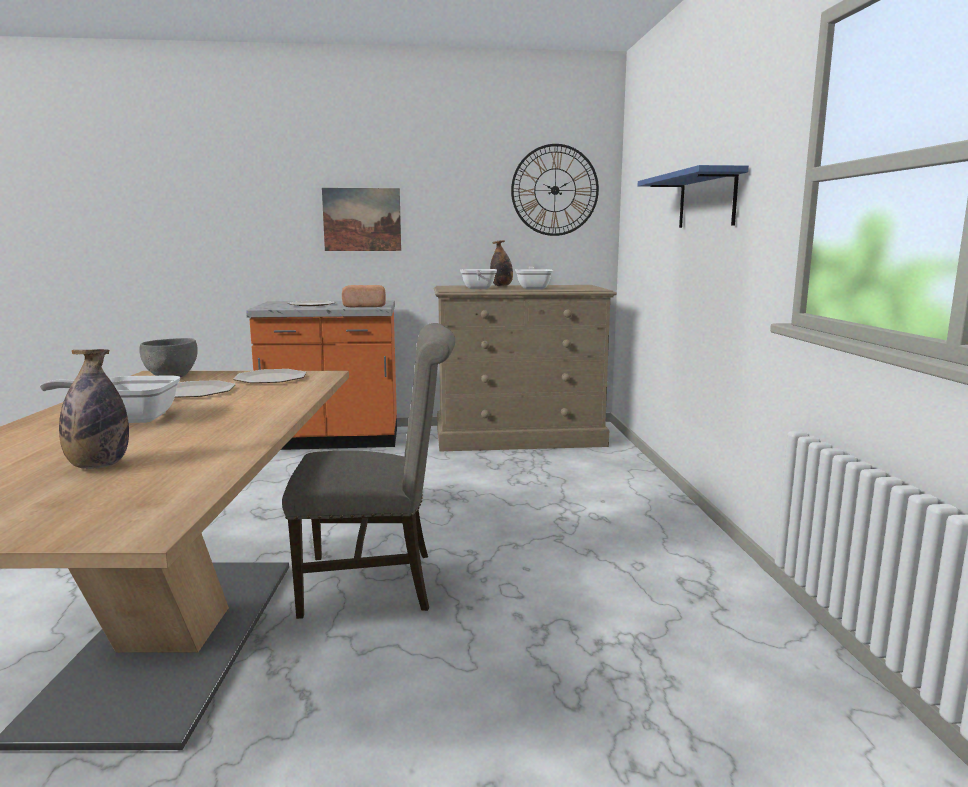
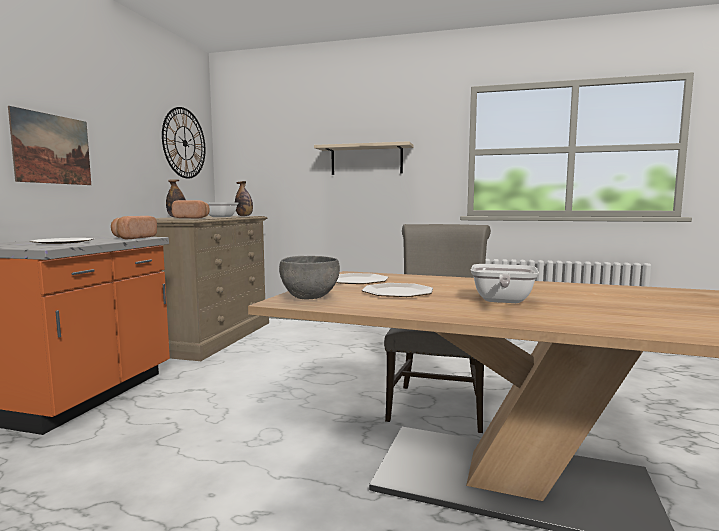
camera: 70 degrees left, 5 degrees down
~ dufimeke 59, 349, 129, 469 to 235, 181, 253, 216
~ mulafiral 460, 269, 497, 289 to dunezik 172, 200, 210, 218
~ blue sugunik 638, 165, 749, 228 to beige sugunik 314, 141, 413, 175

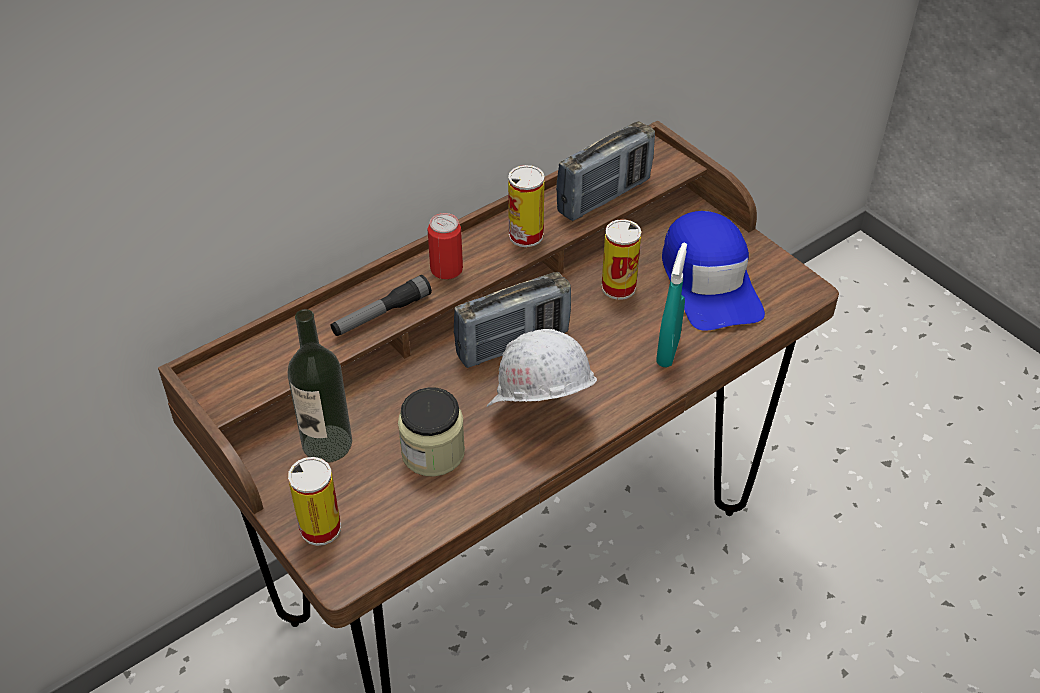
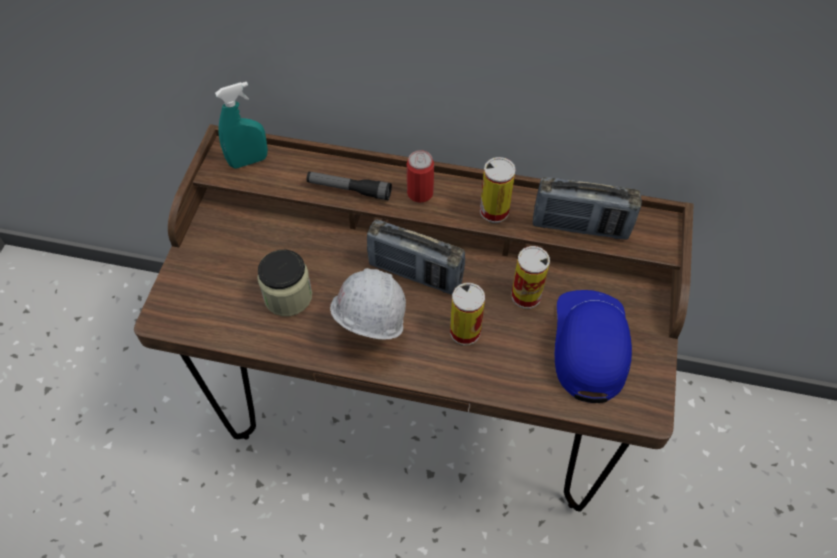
camera: 50 degrees right, 10 degrees up
- dufimeke 288, 309, 352, 463
~ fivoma 288, 457, 341, 546 to 450, 283, 485, 345
~ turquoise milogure 656, 243, 687, 367 to 215, 82, 268, 168
~ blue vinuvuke 662, 211, 765, 331 = 555, 290, 632, 403 150 degrees clockwise

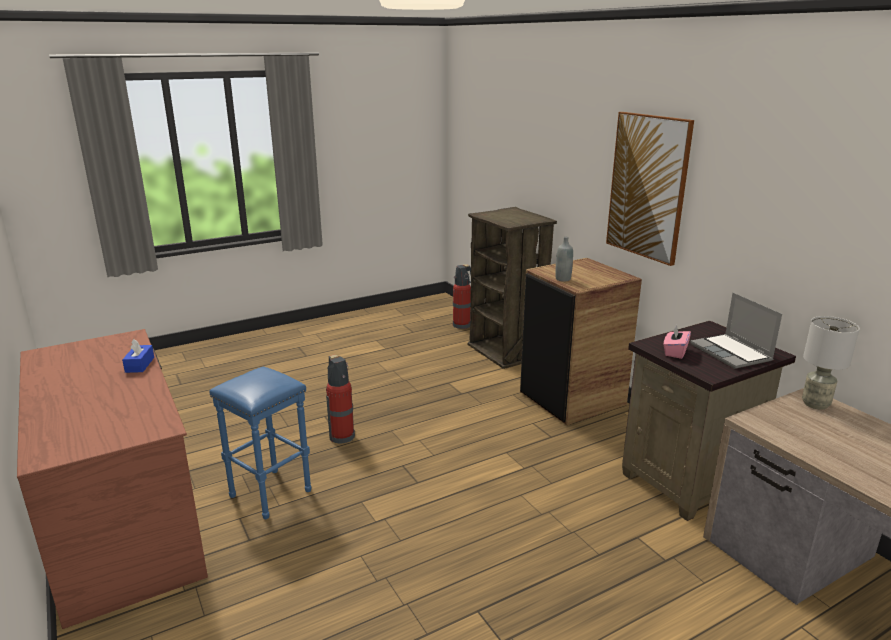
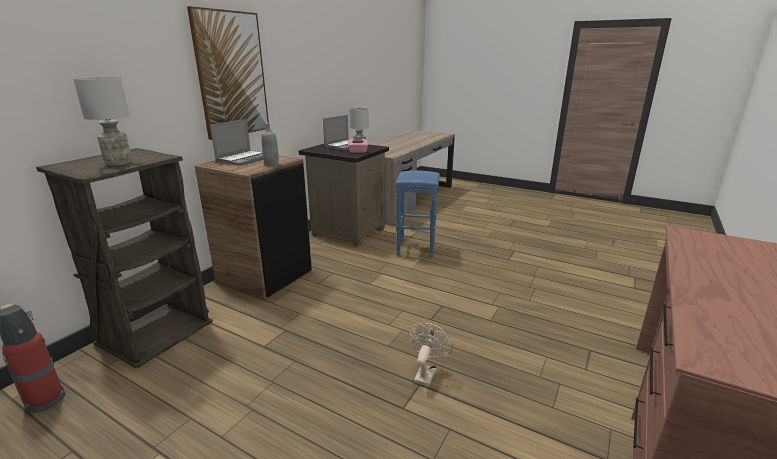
camera: 120 degrees left, 0 degrees up
- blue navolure 122, 339, 154, 373
+ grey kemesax 73, 77, 132, 165
+ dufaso 210, 119, 264, 166
~ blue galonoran 209, 367, 311, 519 to 395, 171, 440, 258
~ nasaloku 326, 355, 355, 443 to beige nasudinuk 408, 323, 453, 387

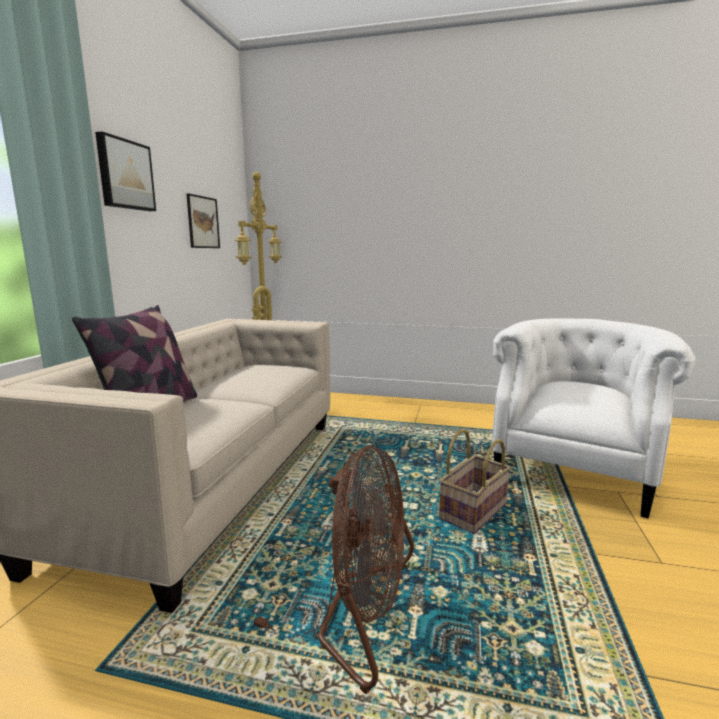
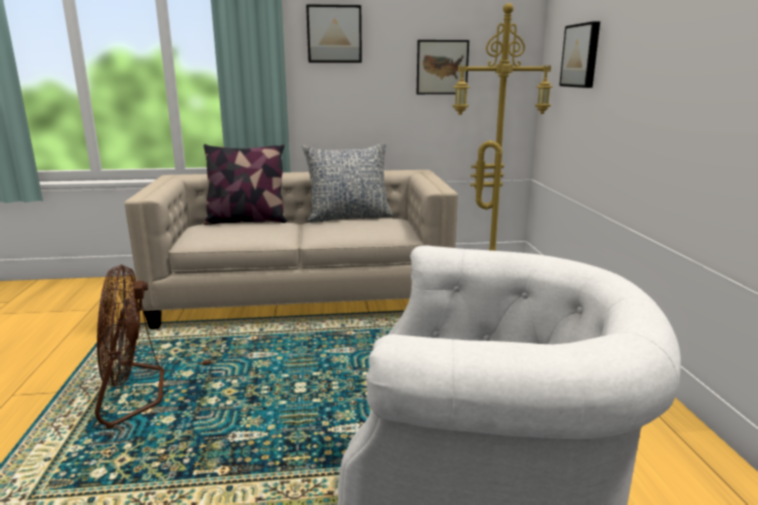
camera: 70 degrees right, 5 degrees up
- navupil 439, 429, 511, 534
+ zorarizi 302, 143, 393, 223
+ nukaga 559, 21, 600, 88
~ brown nasudinuk 253, 446, 414, 694 = 95, 265, 212, 429 75 degrees clockwise

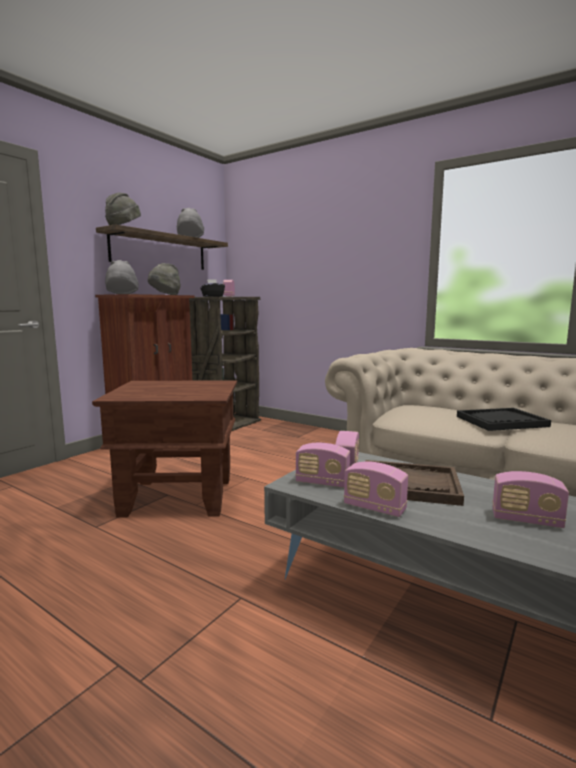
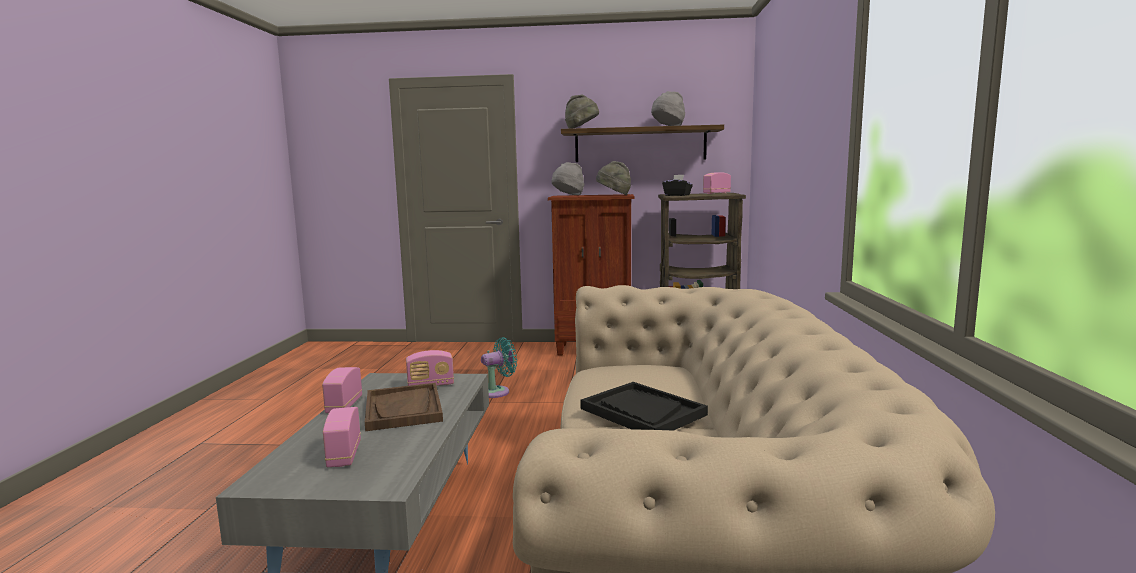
camera: 60 degrees right, 0 degrees up
- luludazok 295, 443, 350, 488
~ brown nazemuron 92, 380, 237, 518 to turquoise nasudinuk 481, 337, 517, 398

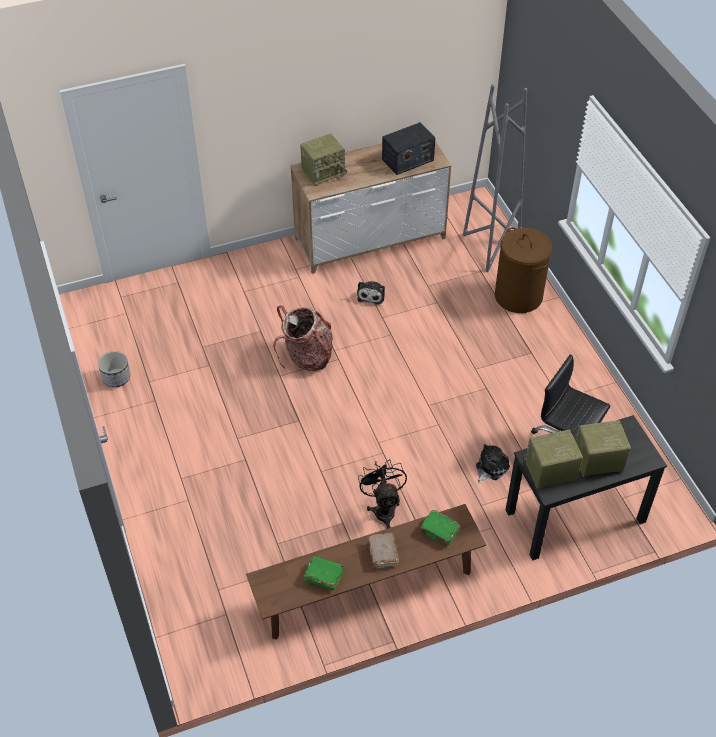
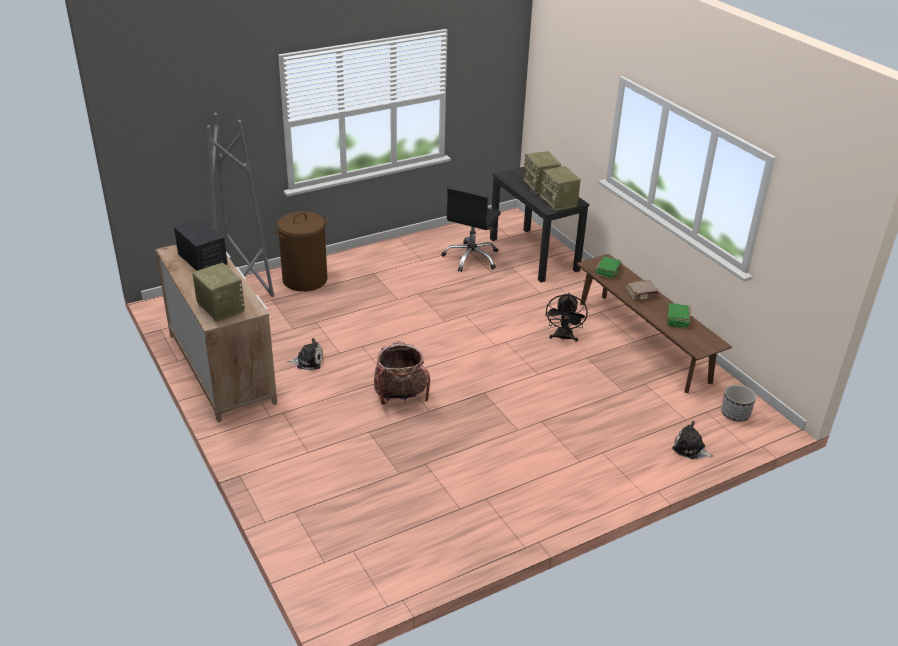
camera: 100 degrees left, 15 degrees down
~ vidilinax 98, 351, 130, 387 to 721, 385, 756, 422
~ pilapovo 476, 444, 510, 483 to 672, 421, 714, 459
~ black nasudinuk 358, 459, 407, 529 = 545, 293, 587, 342 60 degrees counterclockwise

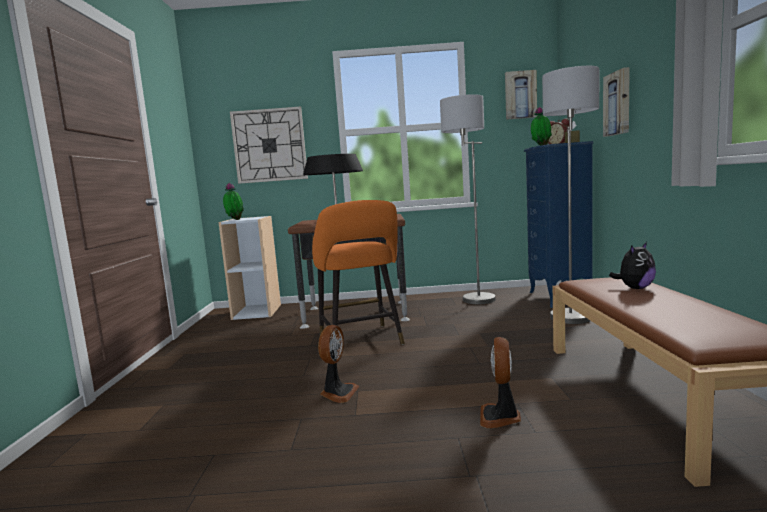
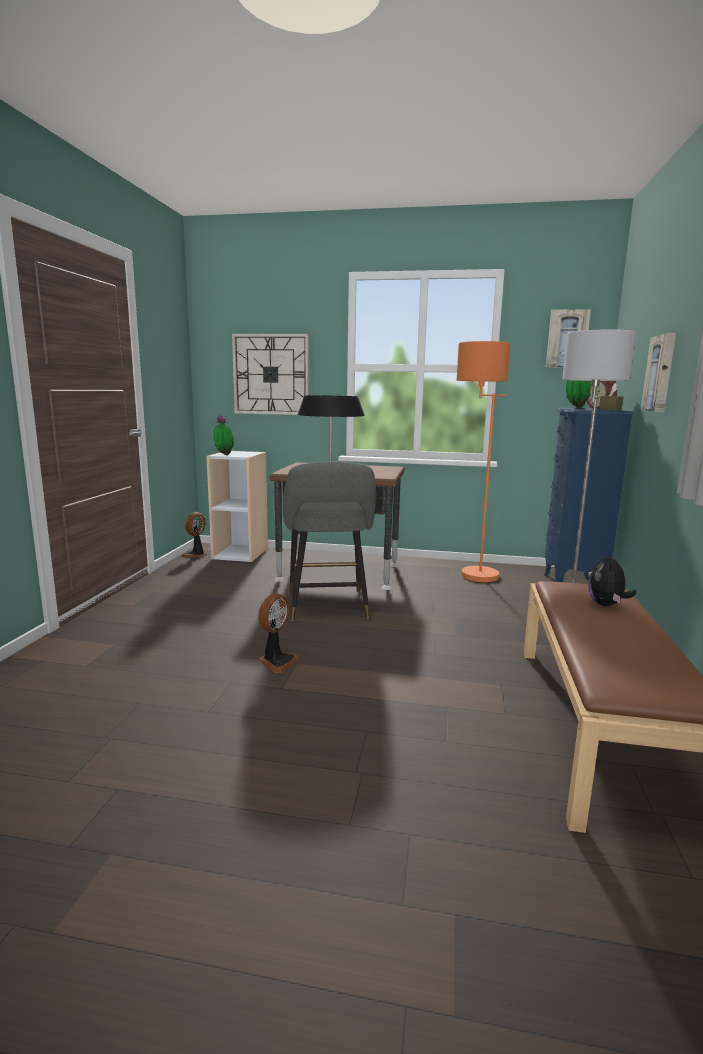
camera: 10 degrees right, 5 degrees up
~ nasudinuk 480, 337, 521, 428 to 181, 512, 207, 557
~ orange galonoran 312, 200, 405, 345 to grey galonoran 283, 462, 376, 621
~ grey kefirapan 440, 94, 495, 304 to orange kefirapan 457, 341, 510, 582
~ pilapovo 609, 242, 656, 289 = 588, 552, 636, 606 135 degrees clockwise

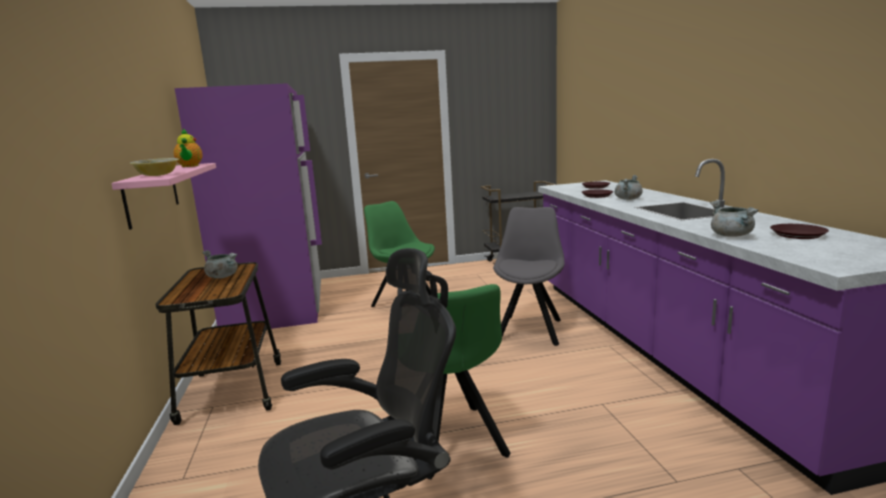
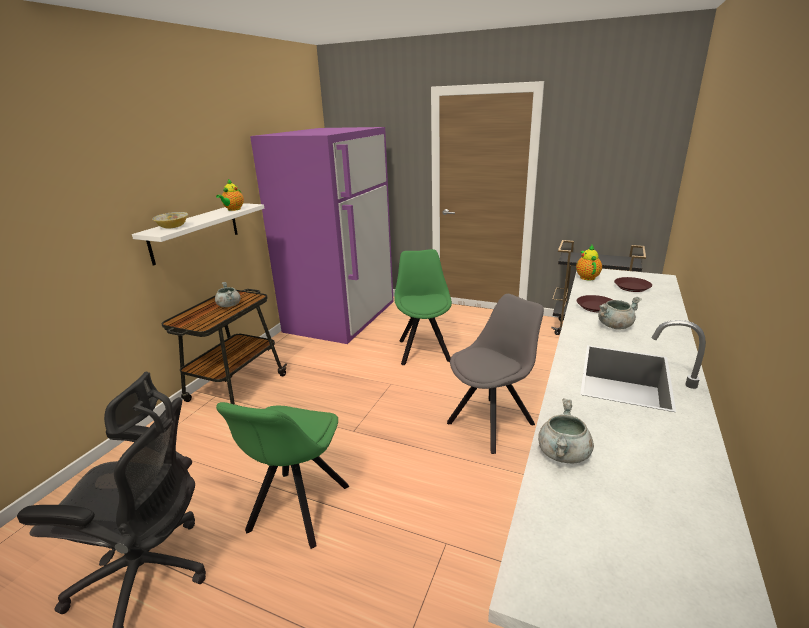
camera: 35 degrees right, 10 degrees up
- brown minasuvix 770, 224, 829, 239
+ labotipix 576, 245, 602, 280
~ pink sugunik 111, 163, 216, 230 to white sugunik 132, 203, 264, 266

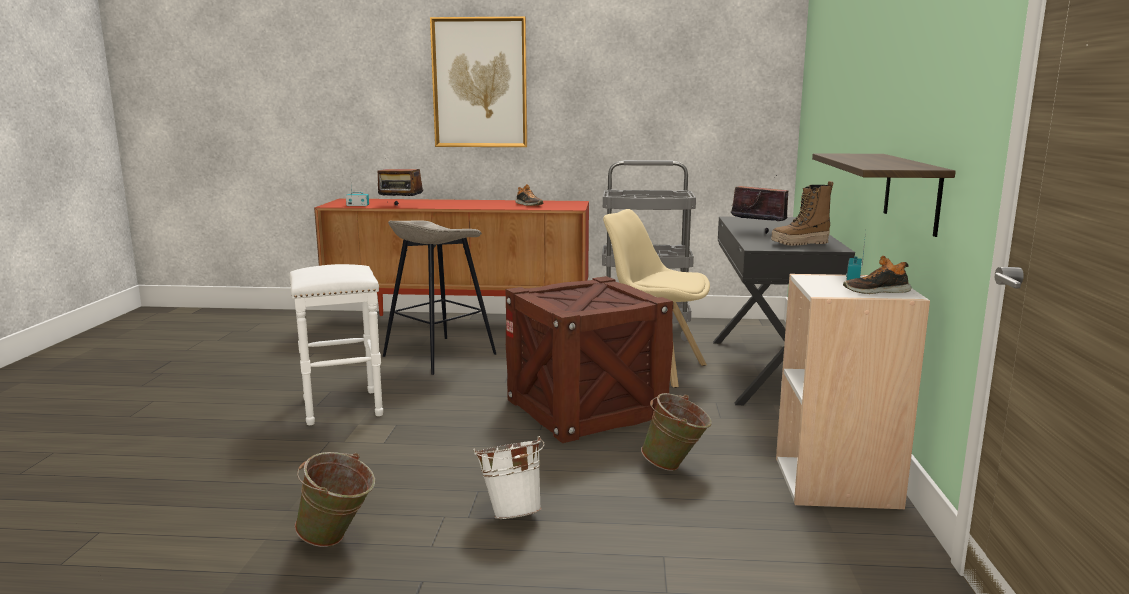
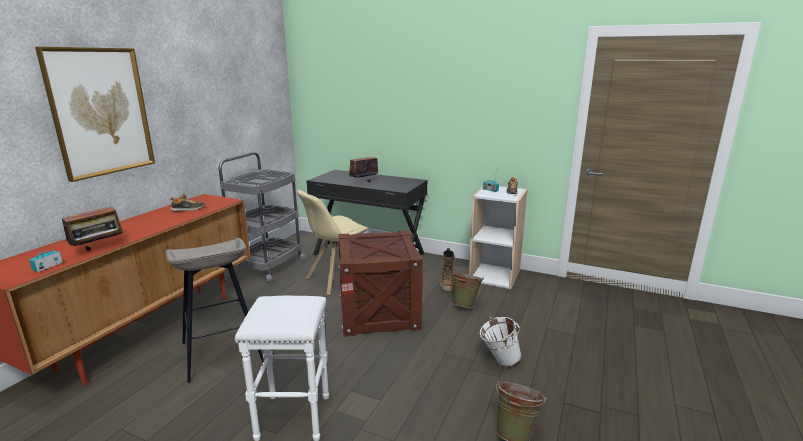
camera: 70 degrees left, 5 degrees up
- sugunik 812, 153, 956, 237
~ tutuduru 771, 181, 834, 246 to 440, 248, 454, 291

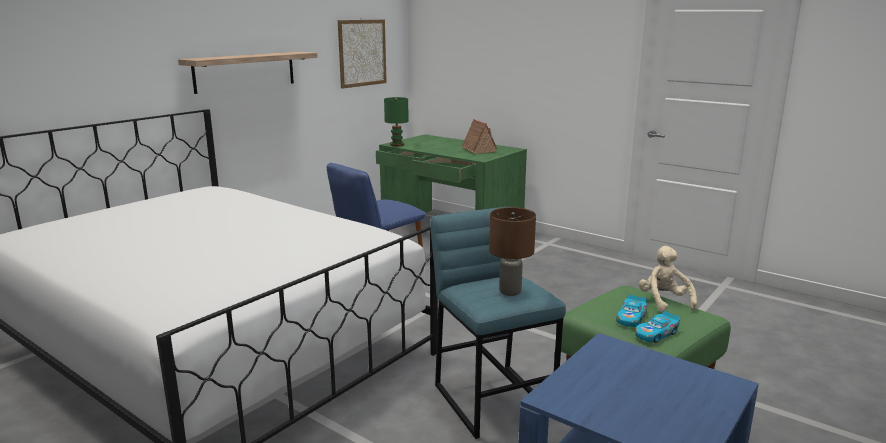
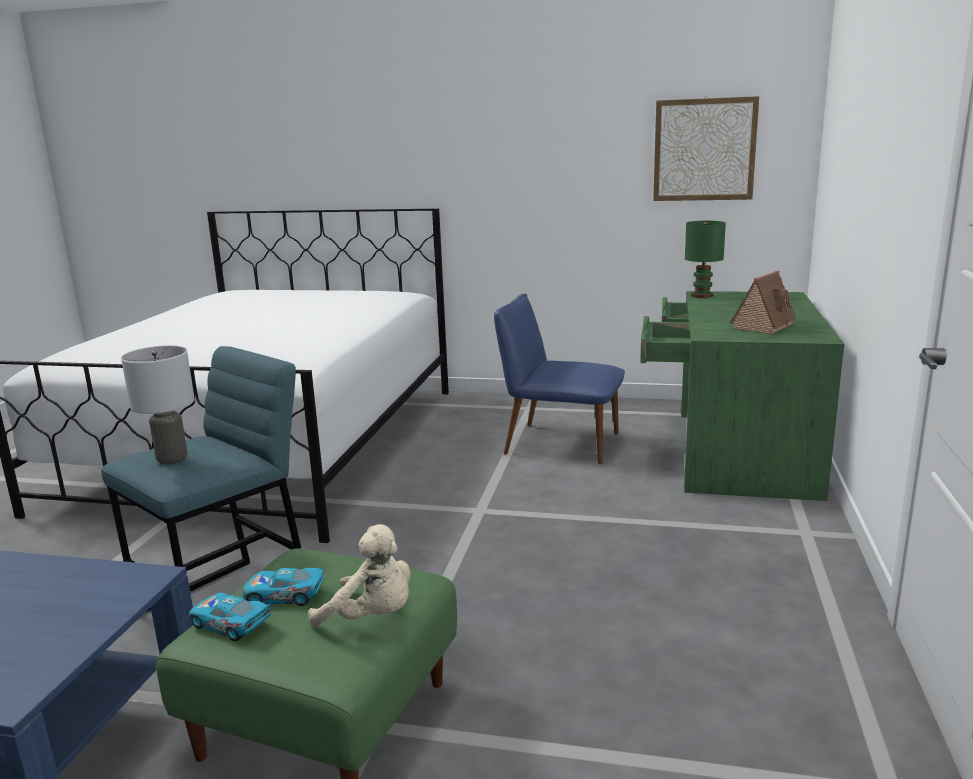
camera: 65 degrees right, 0 degrees up
- sugunik 178, 52, 317, 94
~ brown kemesax 489, 207, 536, 296 to white kemesax 121, 345, 195, 465
~ beige pilapovo 639, 246, 697, 313 = 308, 524, 411, 628 60 degrees clockwise

